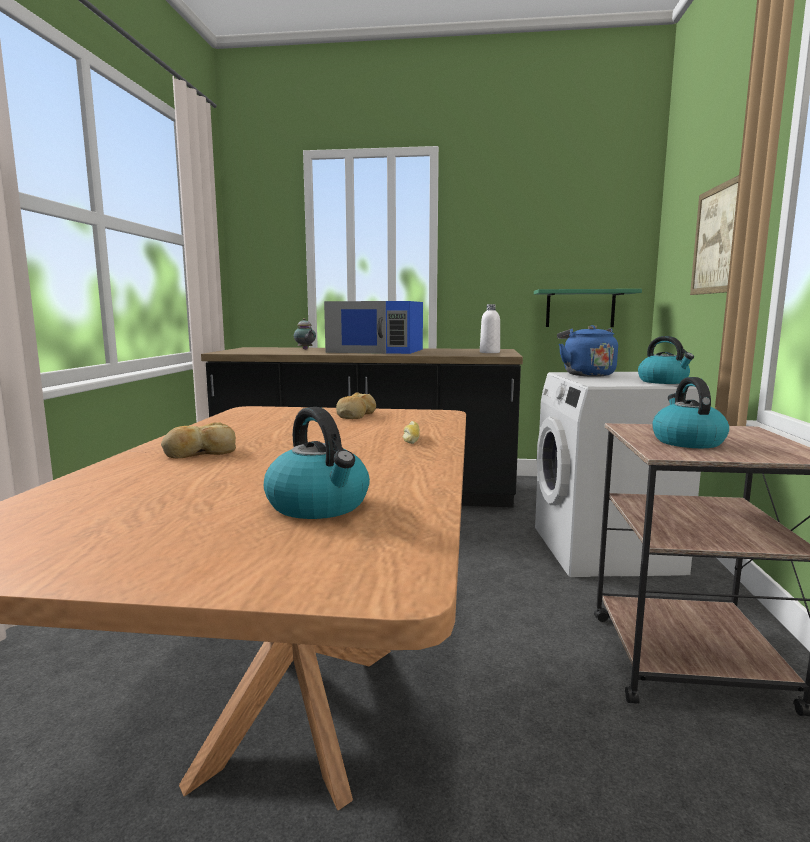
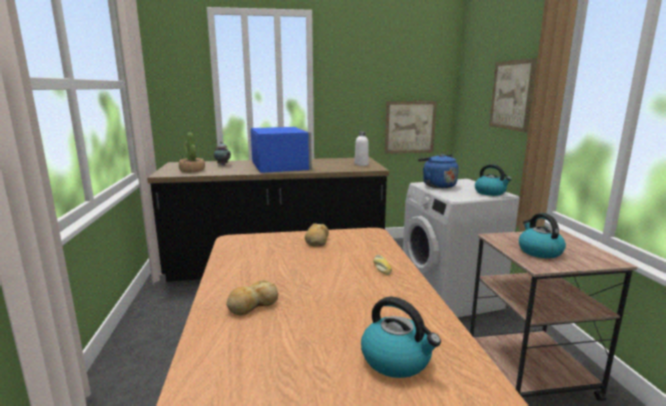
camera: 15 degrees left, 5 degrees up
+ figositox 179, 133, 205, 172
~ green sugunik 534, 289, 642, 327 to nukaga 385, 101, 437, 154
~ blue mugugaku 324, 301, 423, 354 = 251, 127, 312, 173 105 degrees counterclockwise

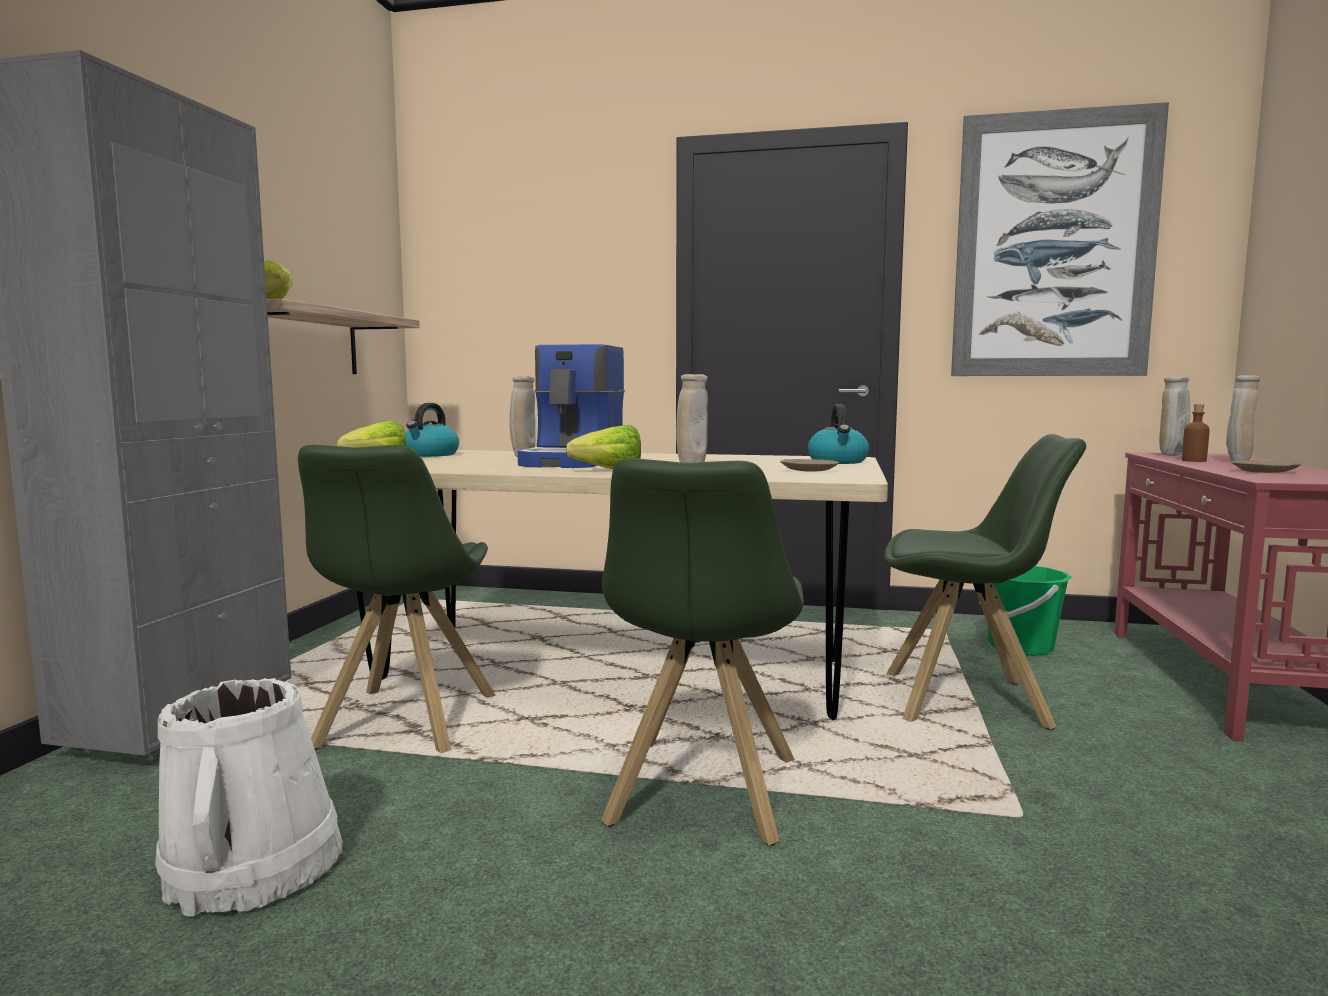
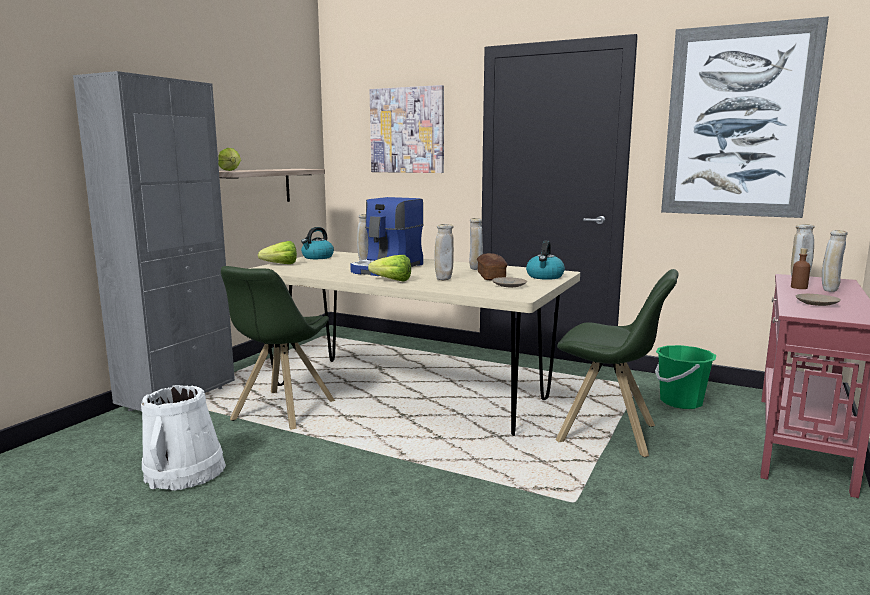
camera: 15 degrees right, 5 degrees up
- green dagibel 601, 458, 804, 846
+ nukaga 370, 85, 444, 173
+ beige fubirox 469, 218, 483, 270
+ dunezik 477, 253, 507, 281

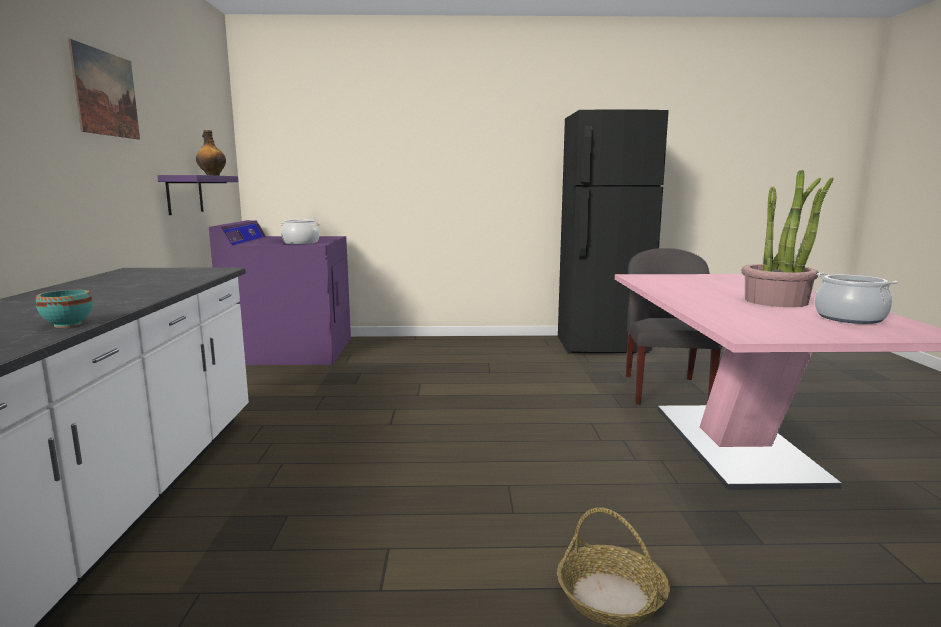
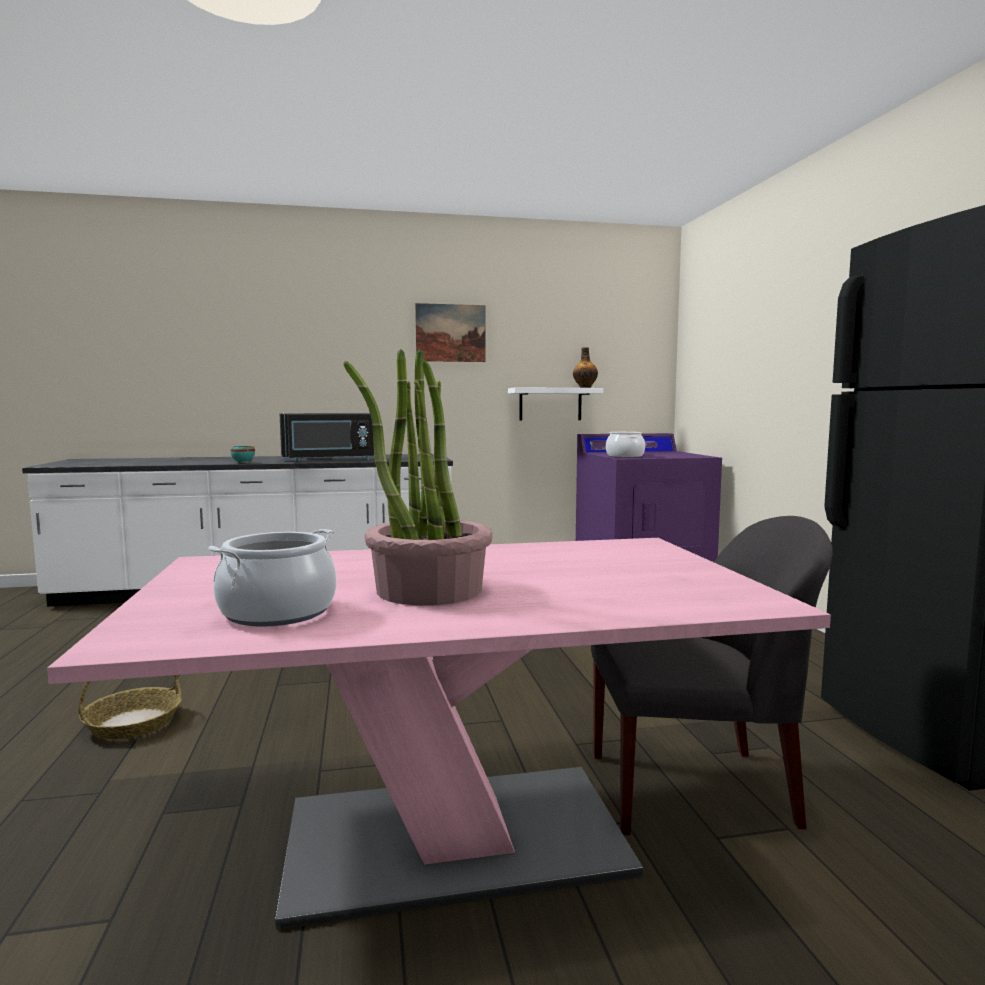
camera: 80 degrees right, 5 degrees down
+ black mugugaku 280, 413, 374, 462
~ purple sugunik 157, 175, 238, 215 to white sugunik 508, 387, 603, 421

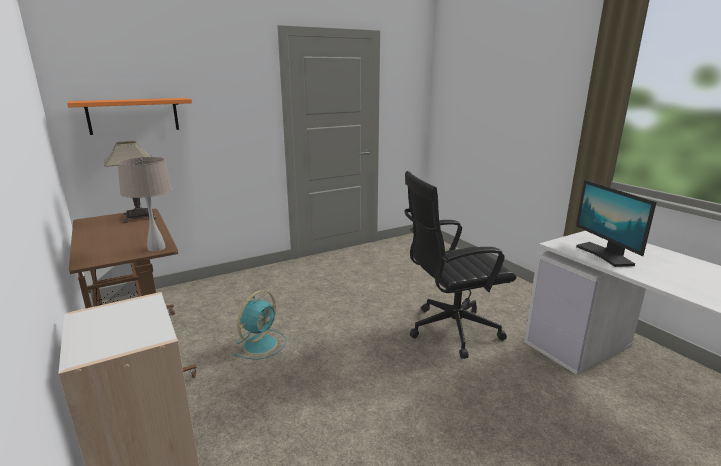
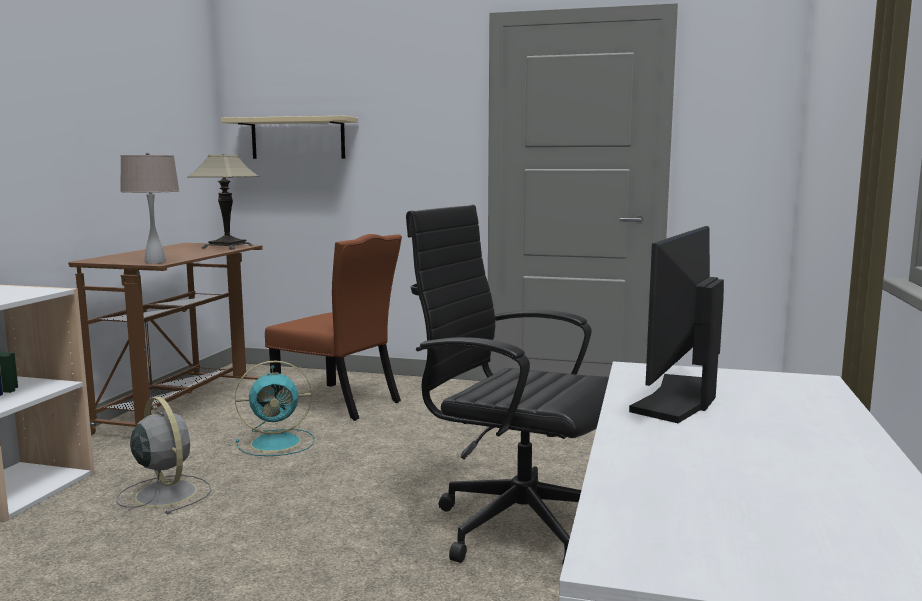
camera: 45 degrees right, 10 degrees down
+ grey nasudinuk 116, 397, 211, 514
+ brown dagibel 265, 234, 402, 421
~ orange sugunik 67, 98, 192, 135 to beige sugunik 221, 116, 358, 159

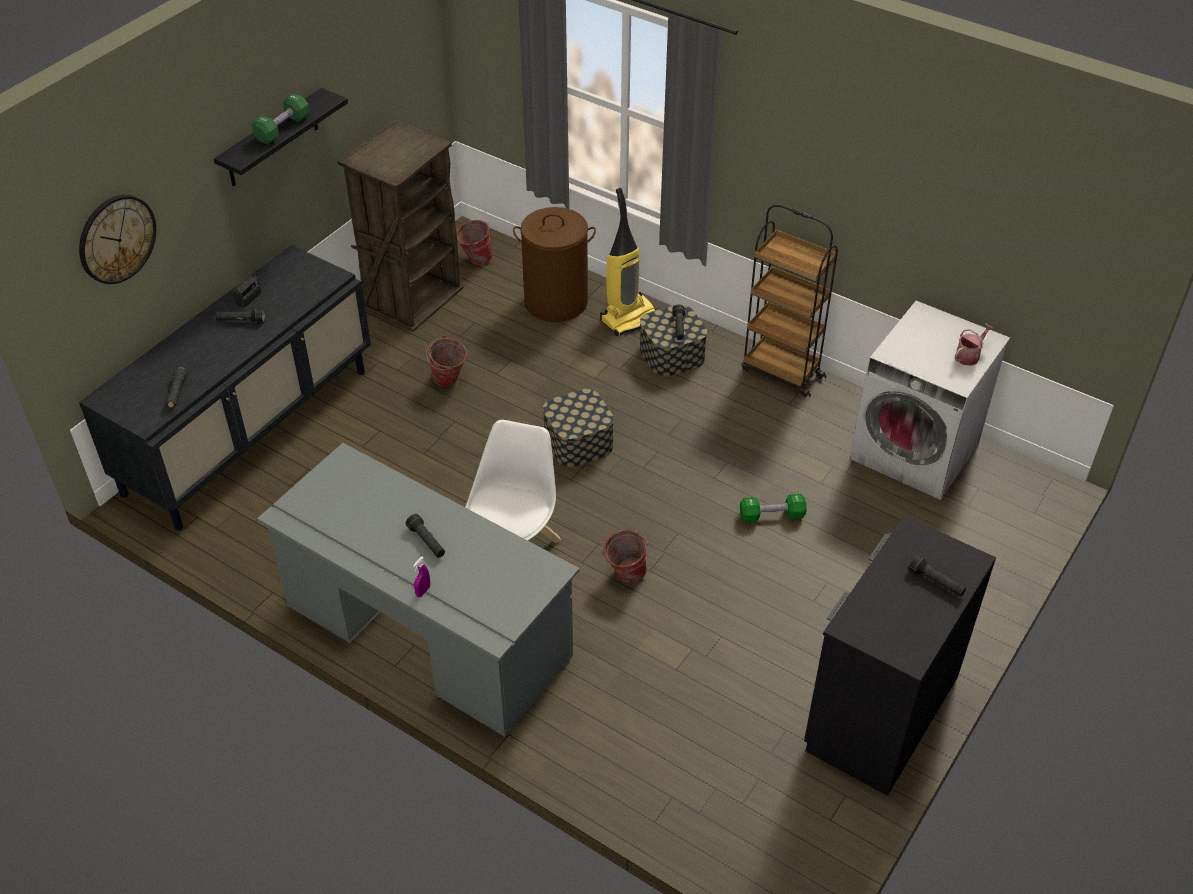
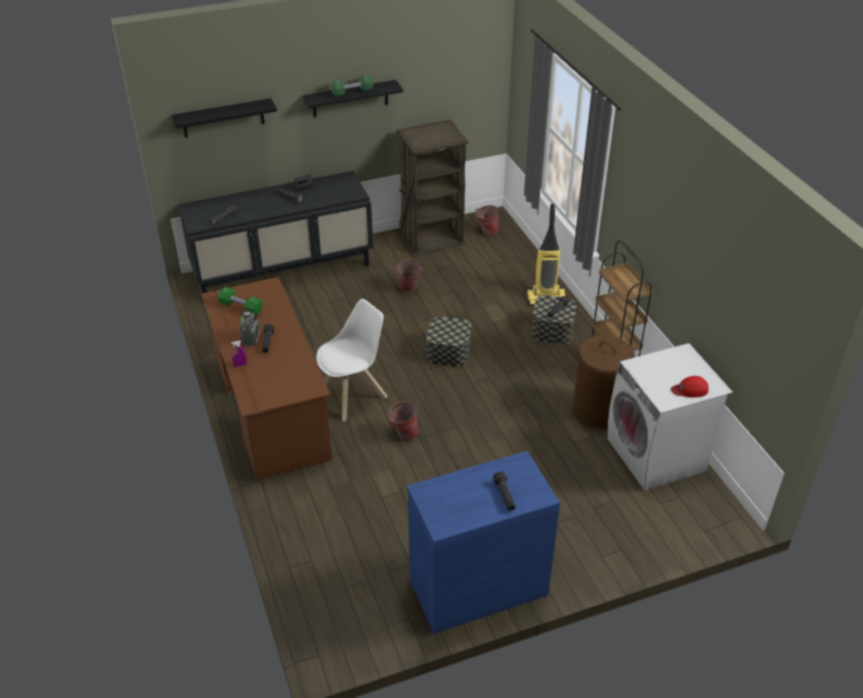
camera: 35 degrees right, 5 degrees down
+ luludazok 239, 310, 260, 346
~ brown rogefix 513, 207, 596, 322 to 572, 335, 635, 428
~ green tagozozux 740, 494, 807, 522 to 218, 287, 262, 315
~ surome 79, 195, 156, 284 to black sugunik 171, 98, 277, 138
~ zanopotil 955, 323, 994, 366 to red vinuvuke 671, 376, 709, 398
~ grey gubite 257, 443, 580, 737 to brown gubite 202, 277, 332, 480
~ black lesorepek 804, 515, 996, 796 to blue lesorepek 407, 451, 560, 634

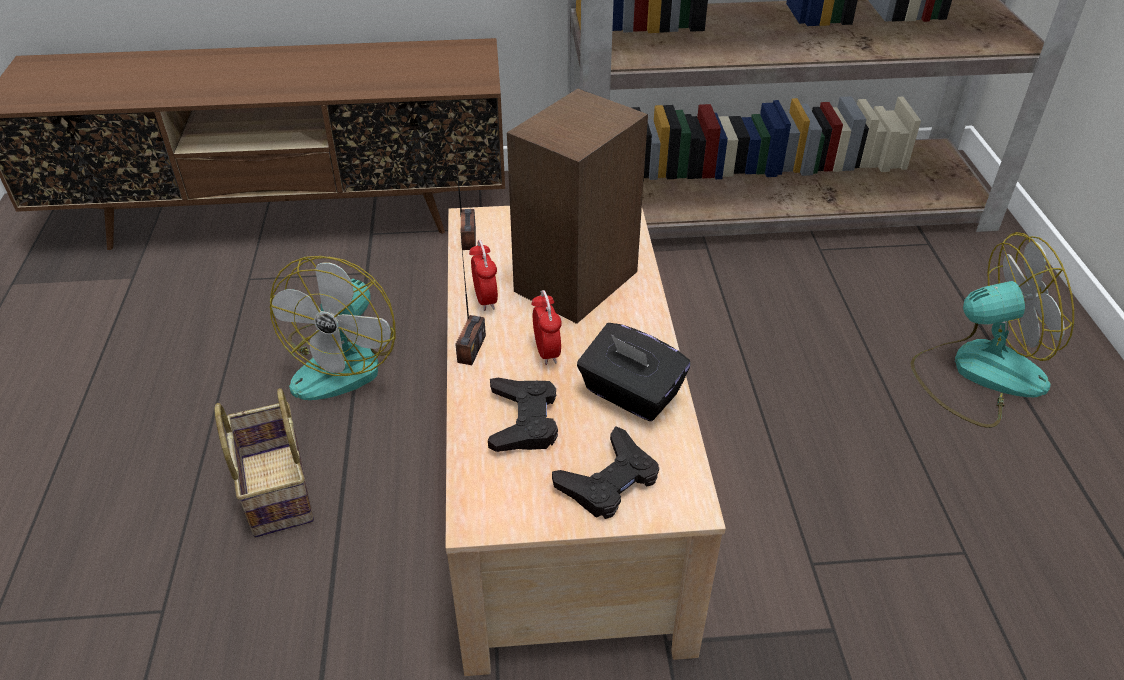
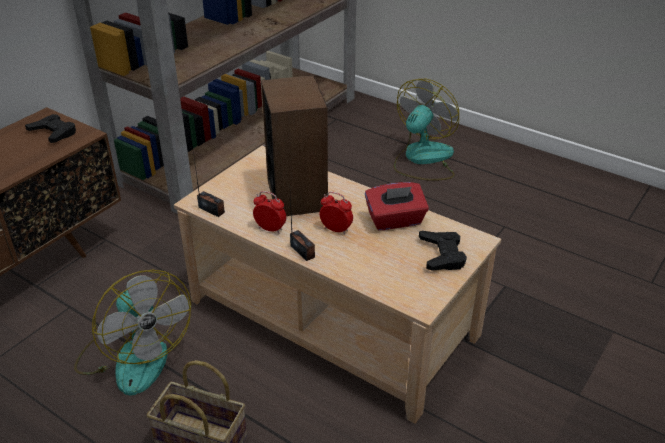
camera: 50 degrees left, 5 degrees down
~ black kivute 488, 378, 558, 452 to 25, 114, 76, 143
~ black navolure 577, 323, 691, 421 to red navolure 365, 182, 429, 230

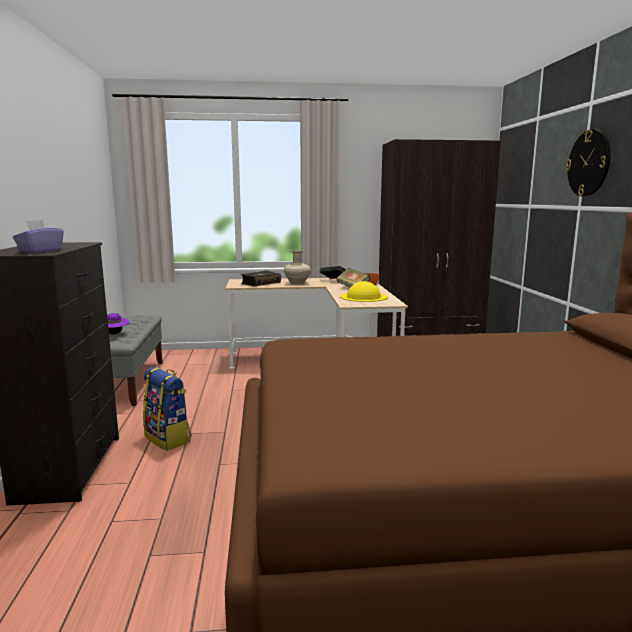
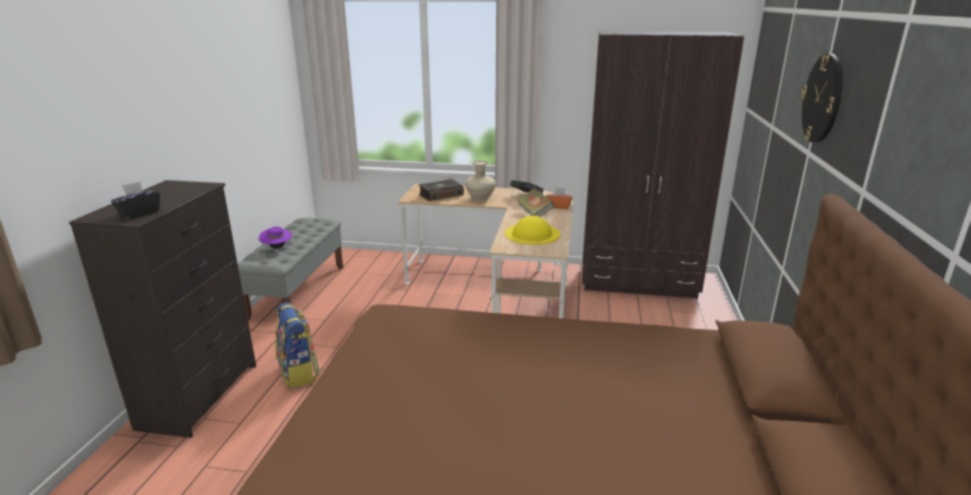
camera: 15 degrees right, 10 degrees up
~ purple navolure 13, 220, 64, 253 to black navolure 111, 182, 160, 219

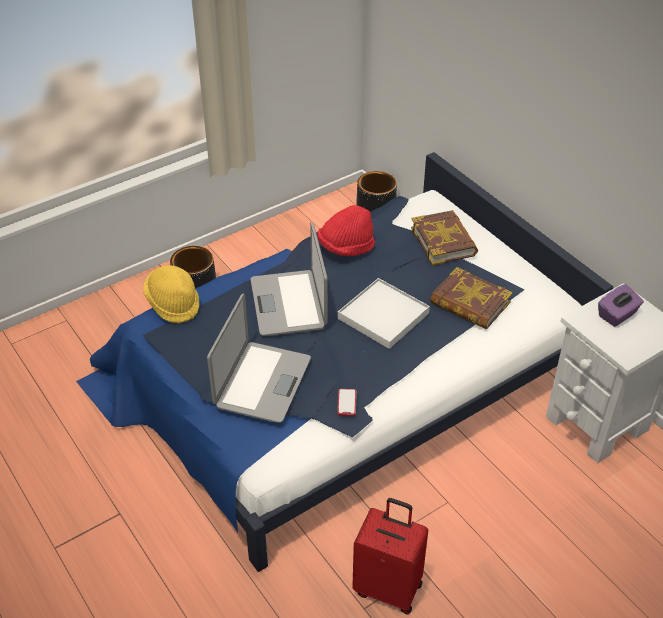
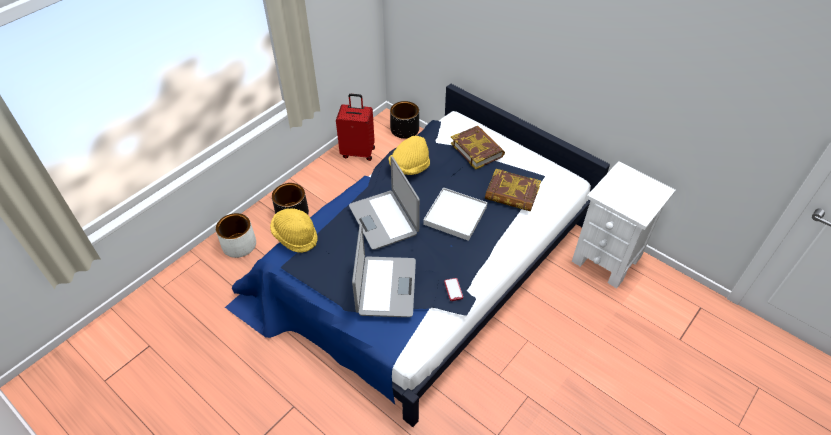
camera: 15 degrees left, 5 degrees up
- purple navolure 598, 284, 644, 327
+ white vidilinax 216, 213, 256, 258
~ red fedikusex 352, 498, 428, 614 to 336, 94, 375, 161
~ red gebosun 317, 205, 375, 256 to yellow gebosun 389, 135, 430, 175

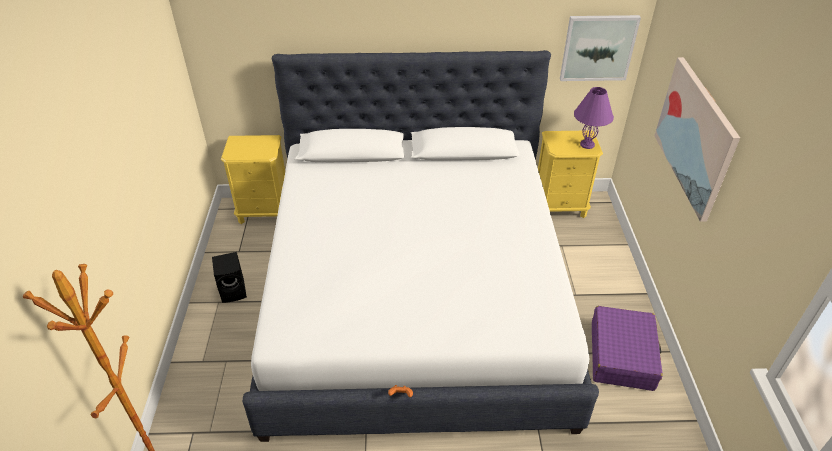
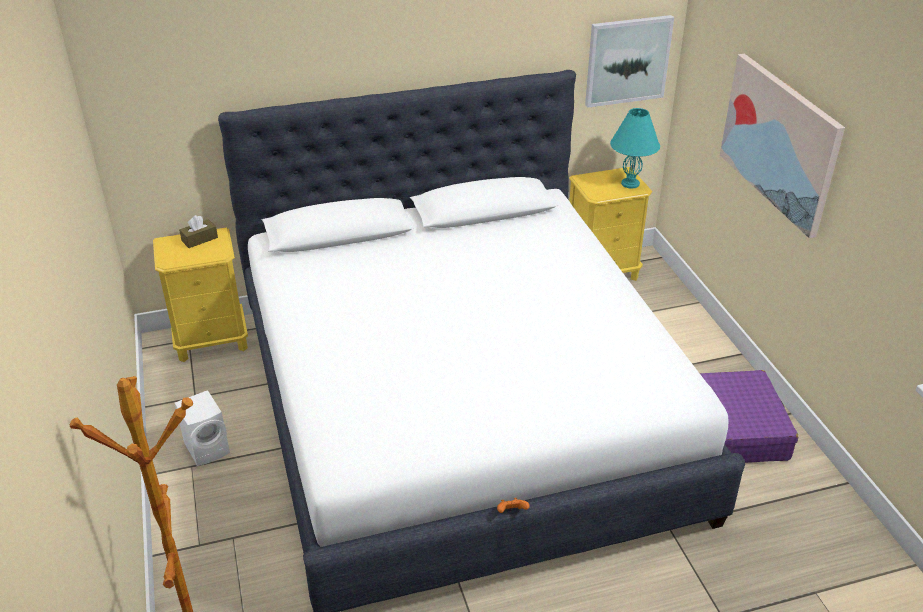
camera: 15 degrees left, 5 degrees down
+ brown navolure 179, 215, 218, 248
~ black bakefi 212, 252, 247, 303 to white bakefi 175, 390, 230, 466
~ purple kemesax 574, 87, 614, 149 to turquoise kemesax 610, 108, 660, 189

